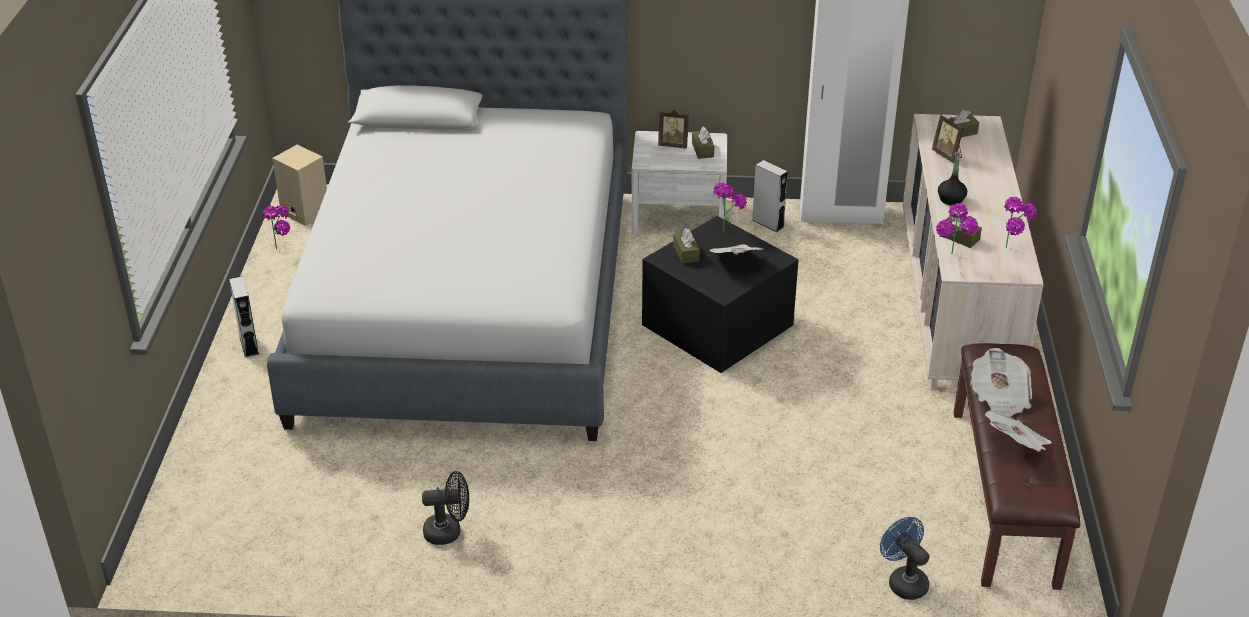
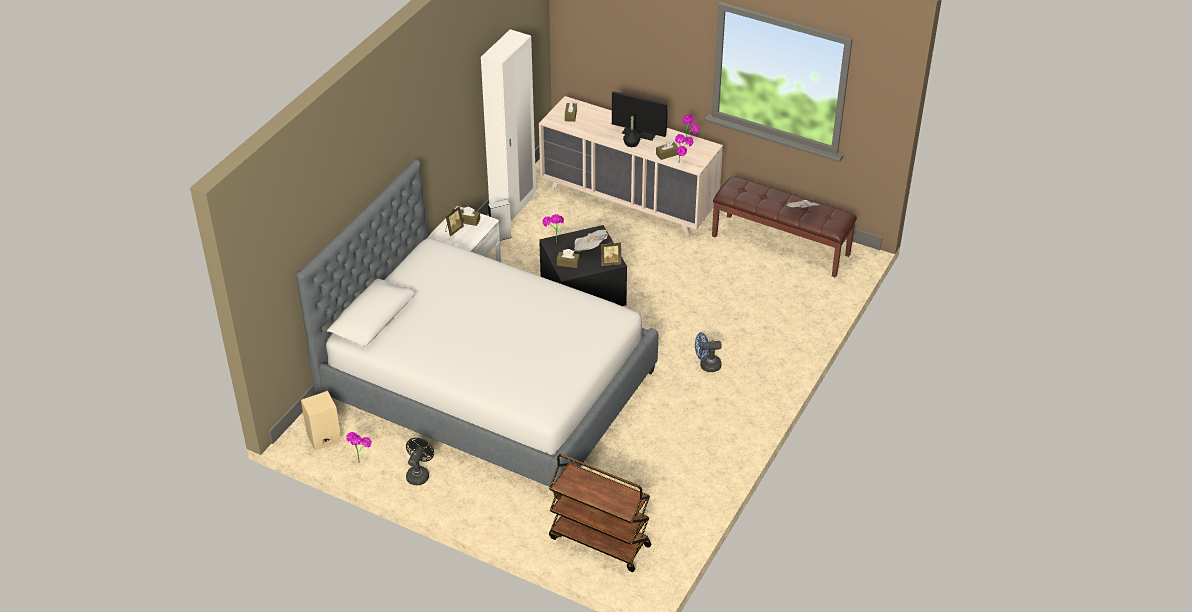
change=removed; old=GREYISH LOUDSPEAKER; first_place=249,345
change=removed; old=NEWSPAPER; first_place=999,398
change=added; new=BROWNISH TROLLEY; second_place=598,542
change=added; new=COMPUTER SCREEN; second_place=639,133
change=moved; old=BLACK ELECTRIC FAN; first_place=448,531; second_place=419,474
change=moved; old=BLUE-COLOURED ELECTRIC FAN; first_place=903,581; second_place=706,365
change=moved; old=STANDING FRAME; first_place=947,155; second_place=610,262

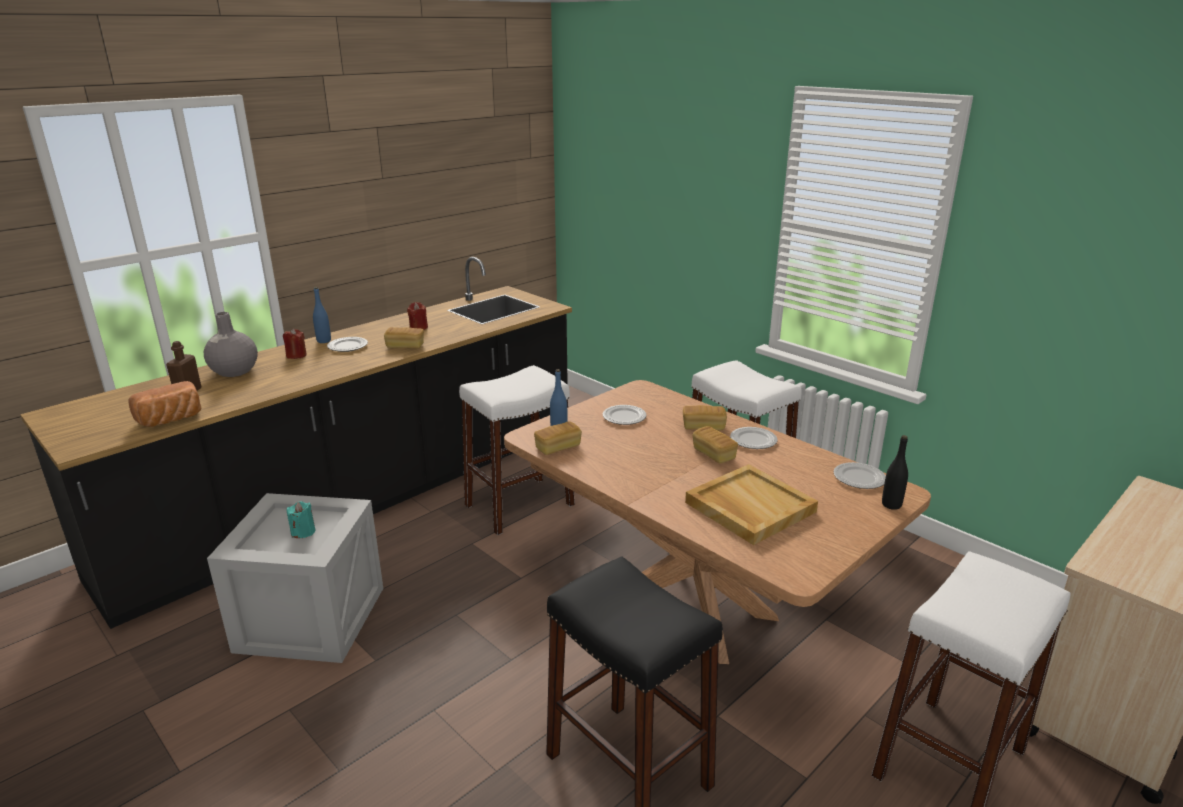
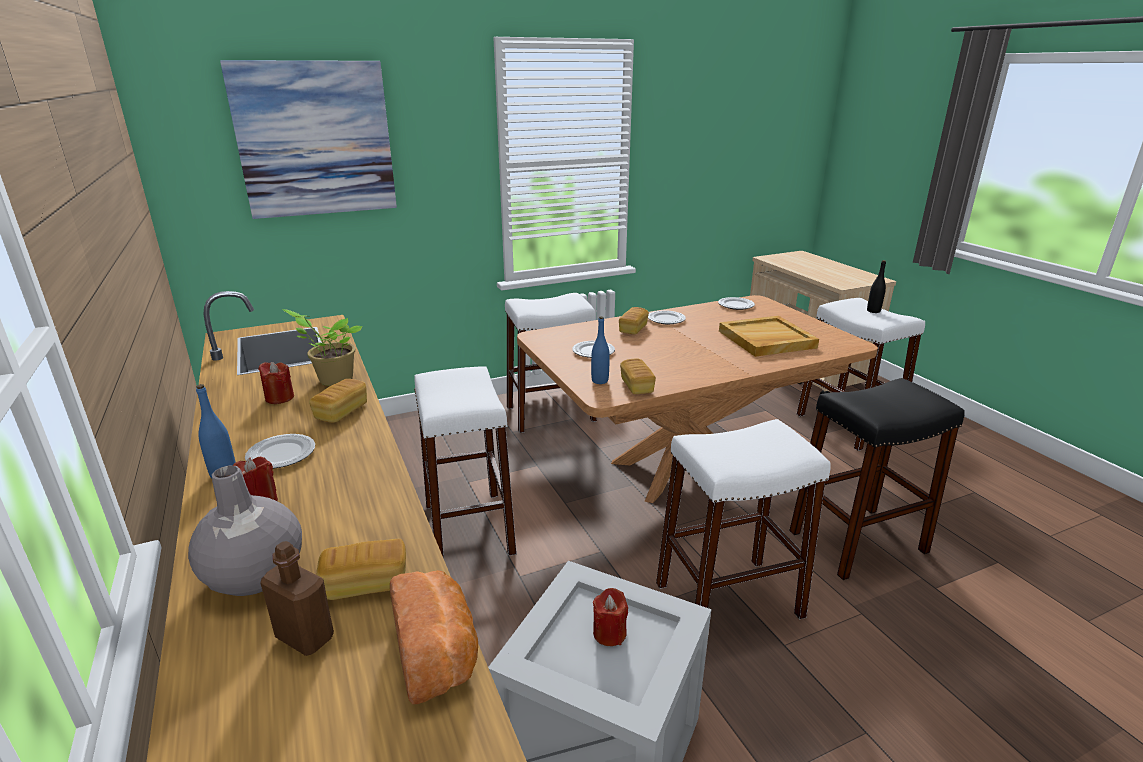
change=added; new=PICTURE; second_place=315,139
change=added; new=PLANT IN A POT; second_place=333,380
change=added; new=WHITE STOOL SEAT; second_place=728,600
change=moved; old=BAKED BREAD; first_place=714,454; second_place=366,584
change=moved; old=BLACK DRINK BOTTLE; first_place=891,505; second_place=873,311
change=recoloured; old=BLUE-GREEN CANDLE; new=RED CANDLE; first_place=303,532; second_place=609,633

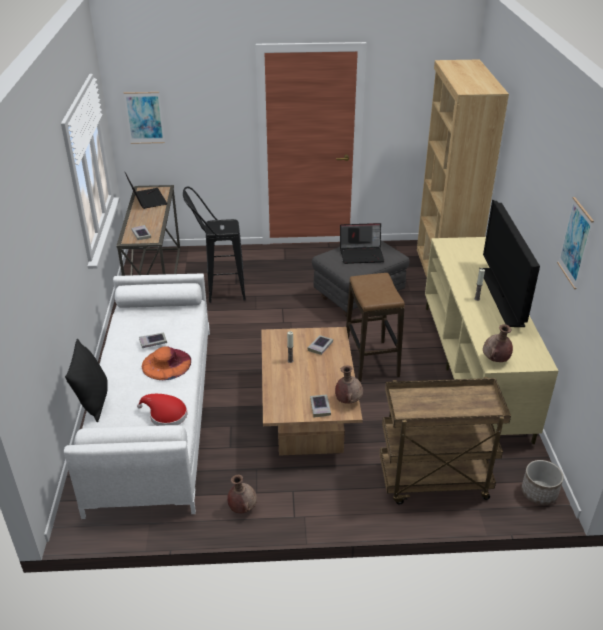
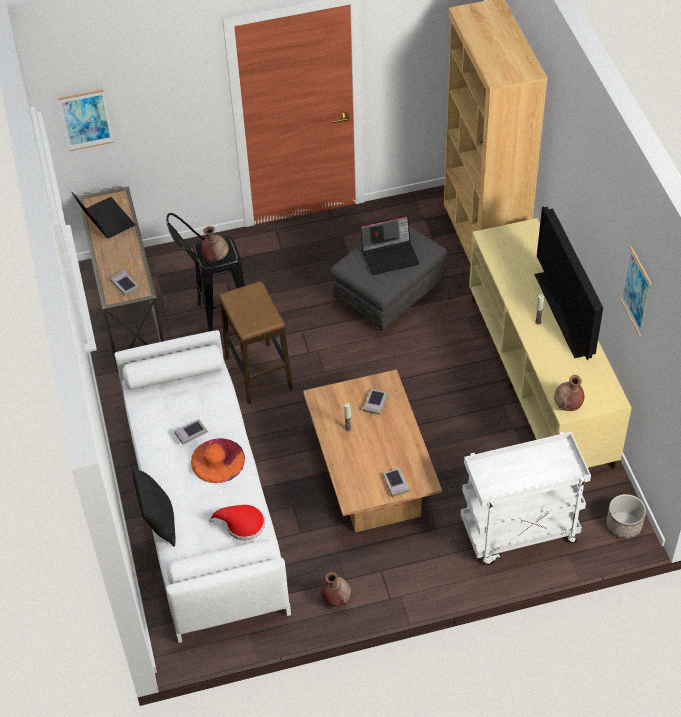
change=moved; old=BROWNISH DECORATIVE VASE; first_place=348,400; second_place=215,257
change=moved; old=STOOL SEAT; first_place=371,361; second_place=259,373
change=recoloured; old=BROWNISH TROLLEY; new=WHITE TROLLEY; first_place=433,482; second_place=519,533

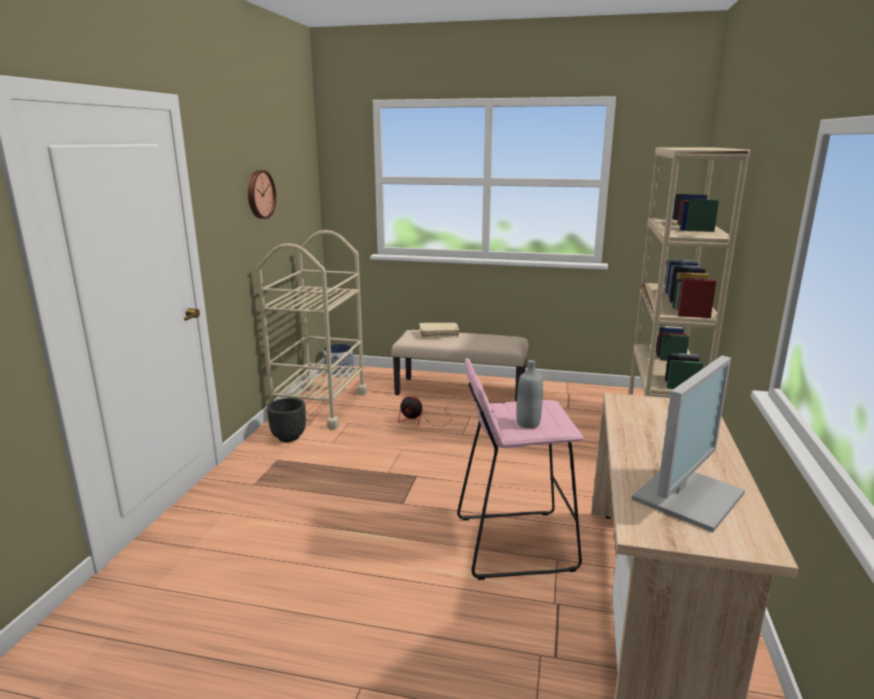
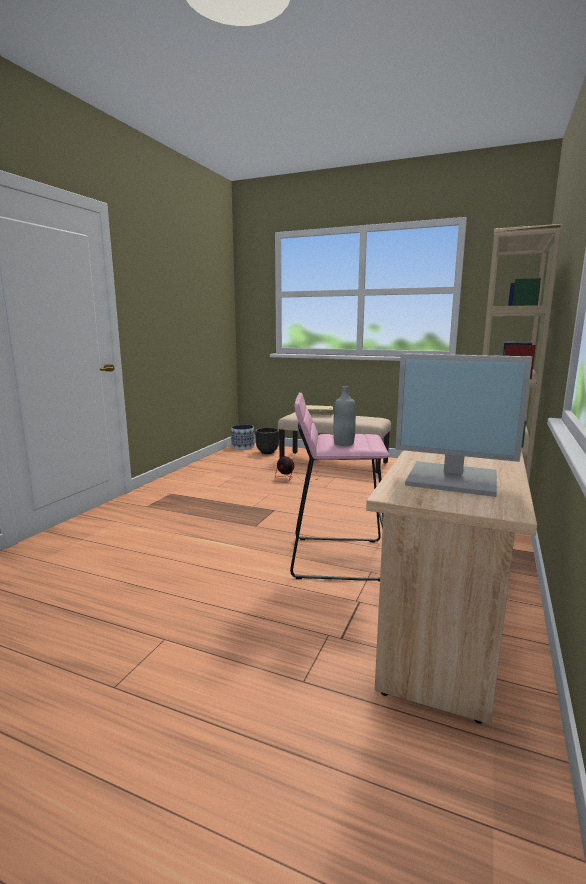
change=removed; old=CLOCK ON THE WALL; first_place=259,194
change=removed; old=BEIGE-COLOURED TROLLEY; first_place=320,406
change=moved; old=BLACK PLANTER; first_place=289,437; second_place=267,452
change=turned; old=COMPUTER SCREEN; first_place=687,495; second_place=454,479; degrees=60

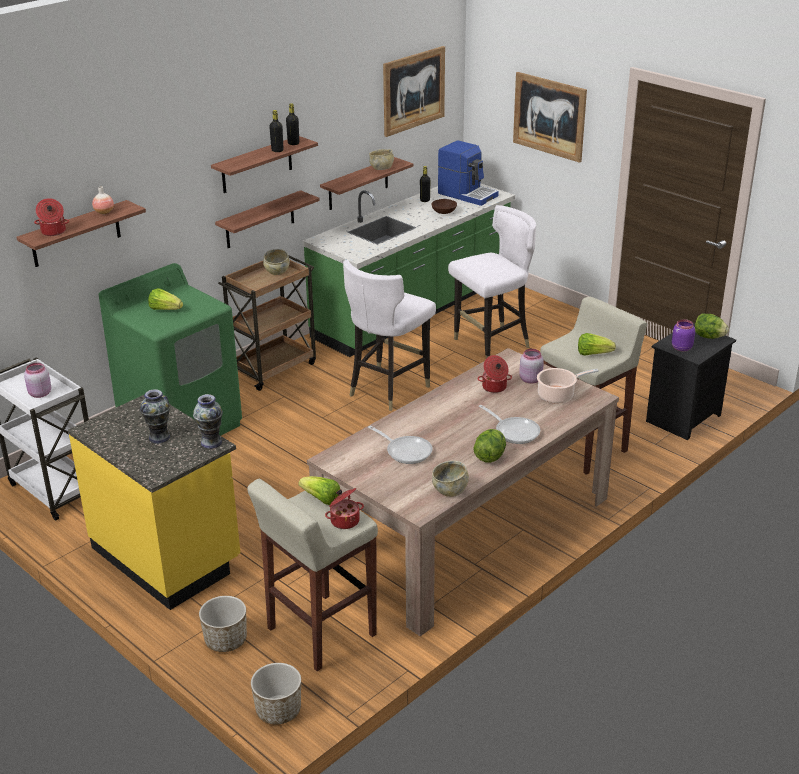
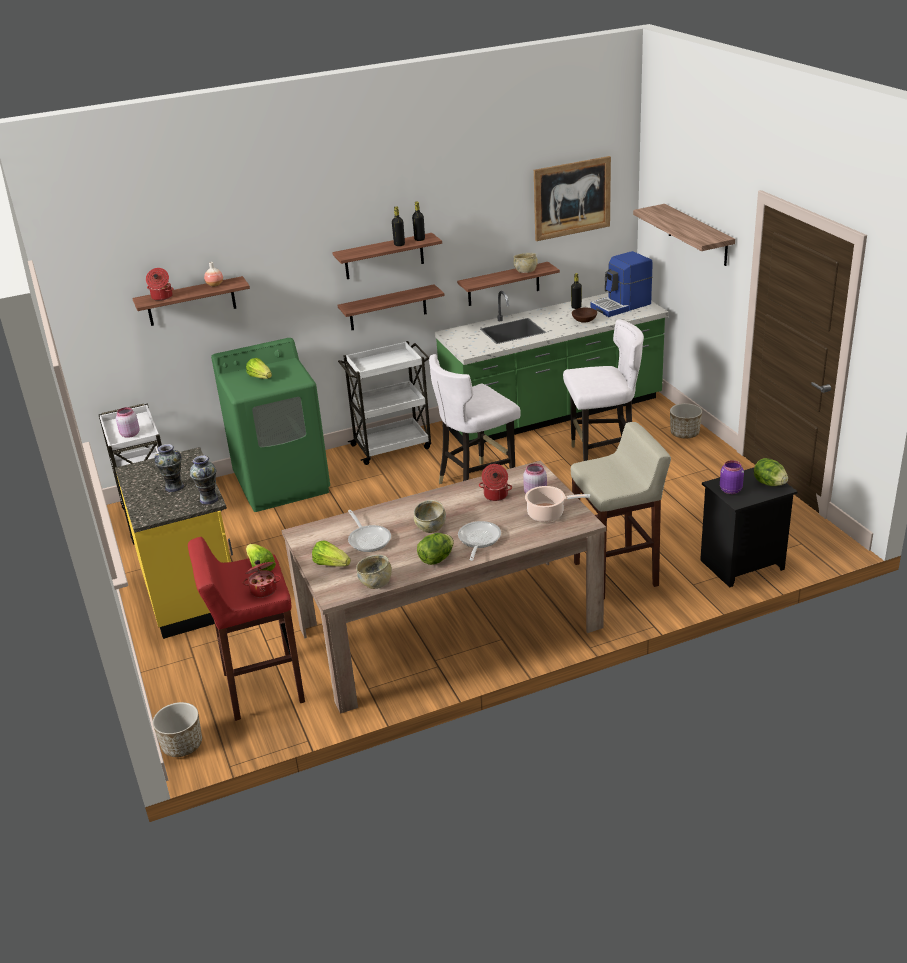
change=moved; old=PLANTER; first_place=225,640; second_place=684,433
change=moved; old=BEIGE-COLOURED DEEP DISH; first_place=277,271; second_place=430,527
change=moved; old=HEAD OF LETTUCE; first_place=593,354; second_place=331,564
change=replaced; old=PICTURE; new=BRACKET SHELF; first_place=549,116; second_place=697,235
change=recoloured; old=BROWNISH TROLLEY; new=WHITE TROLLEY; first_place=274,368; second_place=392,446
change=recoloured; old=BEIGE-COLOURED STOOL SEAT; new=RED STOOL SEAT; first_place=320,632; second_place=262,688
change=turned; old=COFFEE MAKER; first_place=467,194; second_place=622,306; degrees=90
change=turned; old=PAN; first_place=514,431; second_place=478,540; degrees=-150

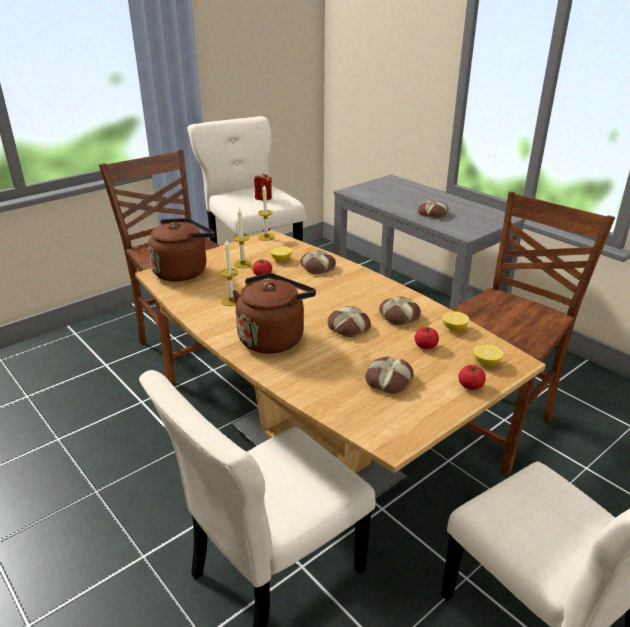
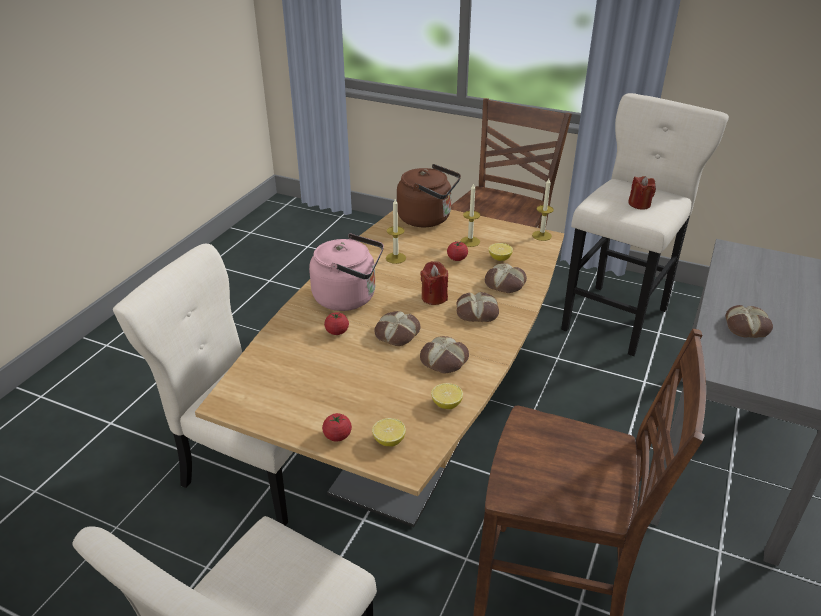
change=added; new=RED CANDLE; second_place=434,297
change=moved; old=BAKED BREAD; first_place=388,380; second_place=477,312
change=moved; old=FRESH TOMATO; first_place=425,346; second_place=337,331
change=recoloured; old=BROWNISH TEA KETTLE; new=PINK-COLOURED TEA KETTLE; first_place=273,338; second_place=349,297

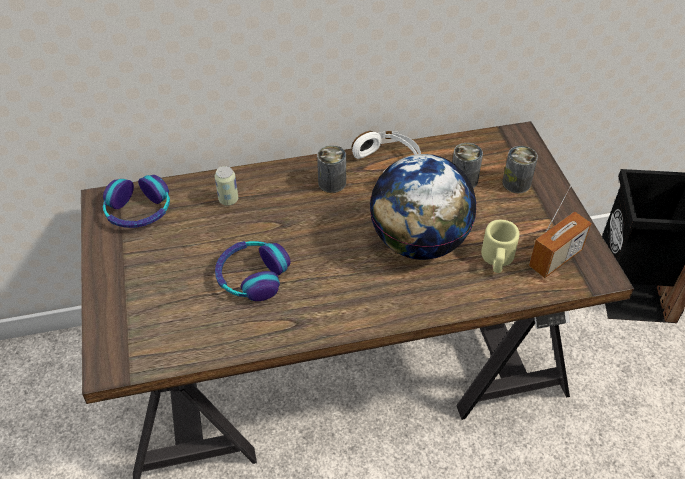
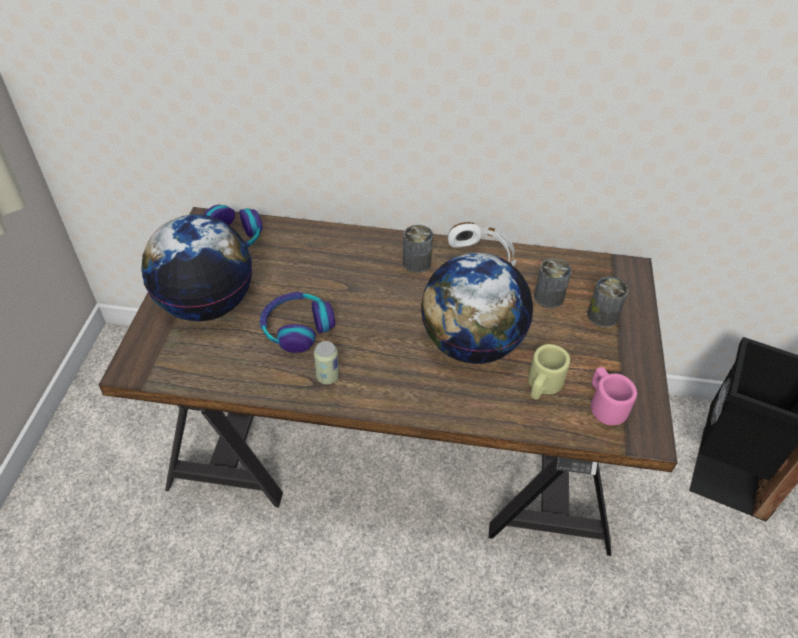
change=added; new=GLOBE; second_place=207,304
change=moved; old=METAL CAN; first_place=228,200; second_place=327,376
change=replaced; old=RADIO RECEIVER; new=PINK-COLOURED COFFEE MUG; first_place=555,258; second_place=605,404

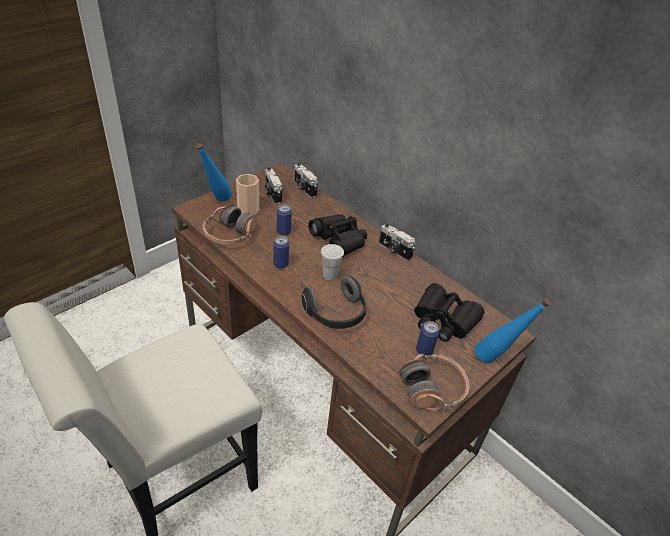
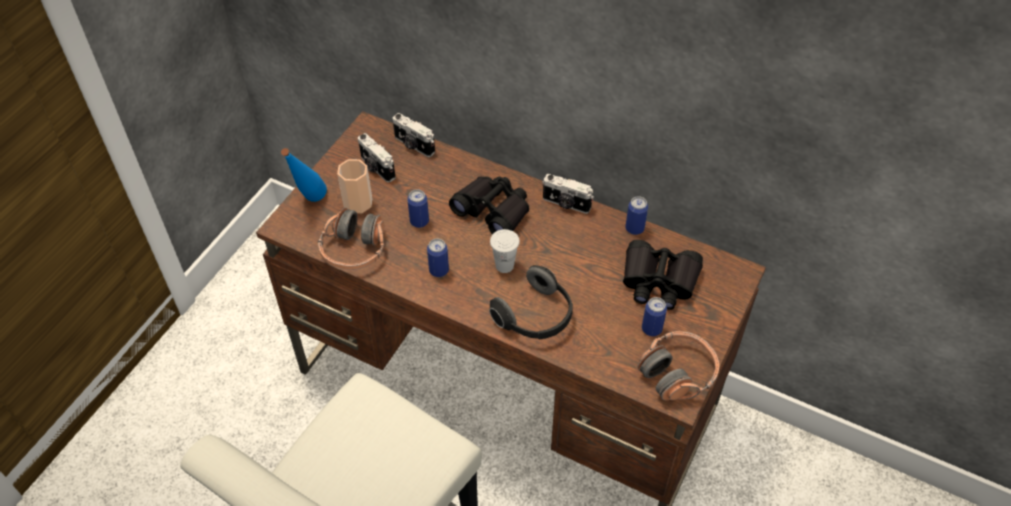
change=removed; old=BLUE-COLOURED DRINK BOTTLE; first_place=496,359
change=added; new=METAL CAN; second_place=634,228

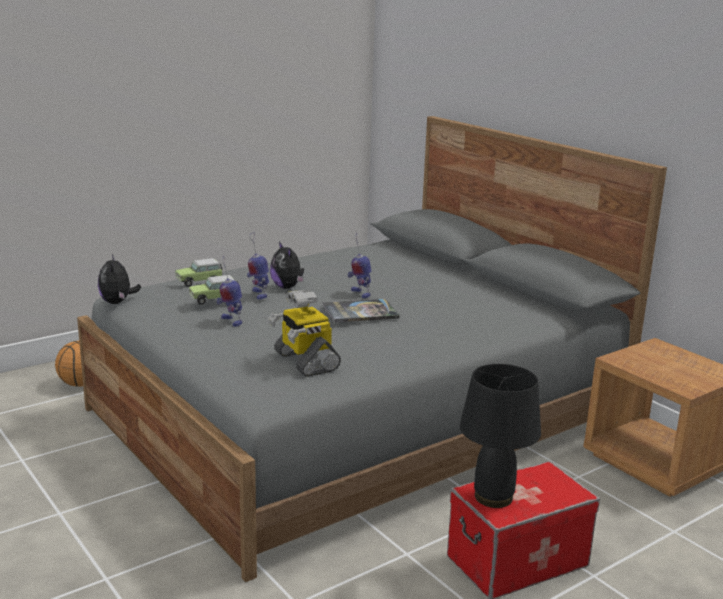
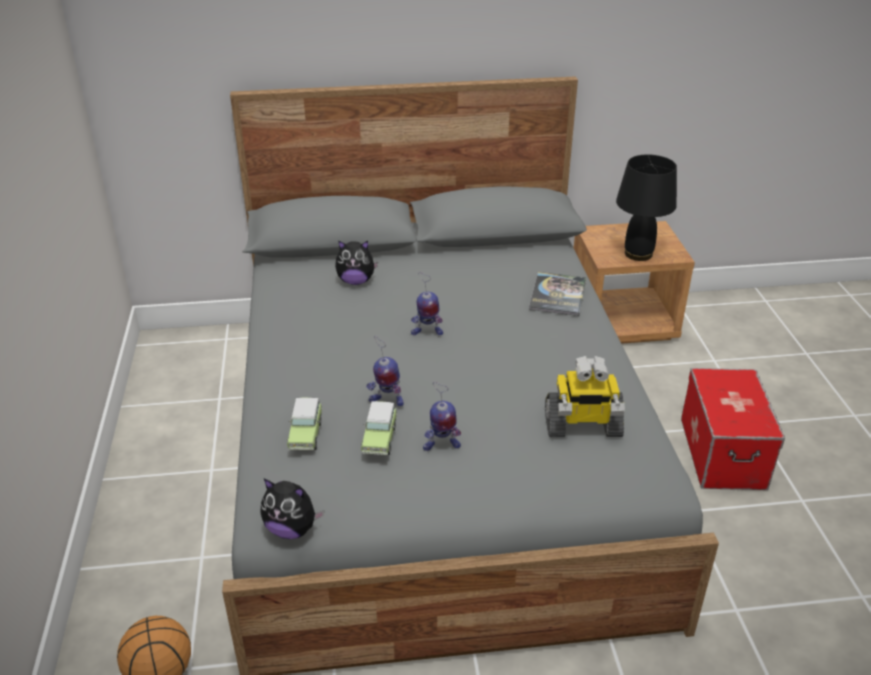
change=moved; old=PLUSH TOY; first_place=287,287; second_place=356,281
change=moved; old=VOLUME; first_place=360,312; second_place=557,295
change=moved; old=BLACK TABLETOP LAMP; first_place=494,497; second_place=638,253

